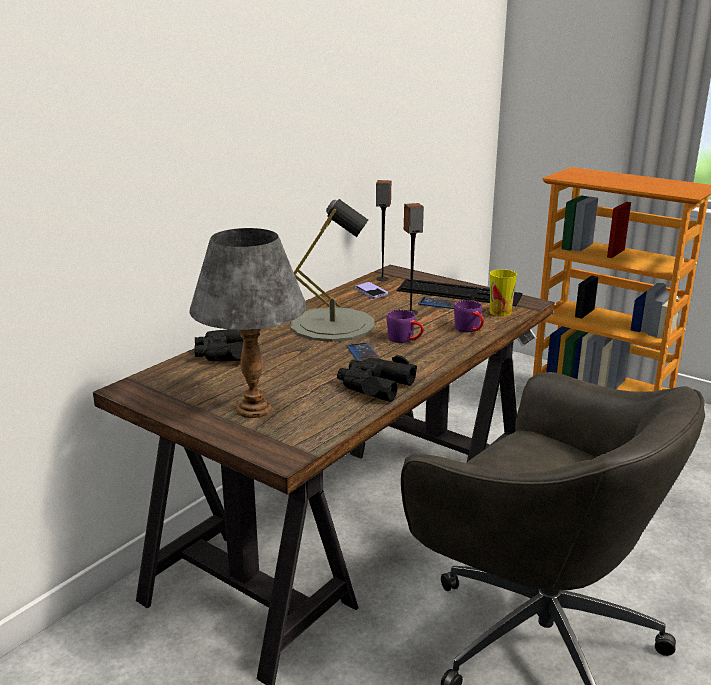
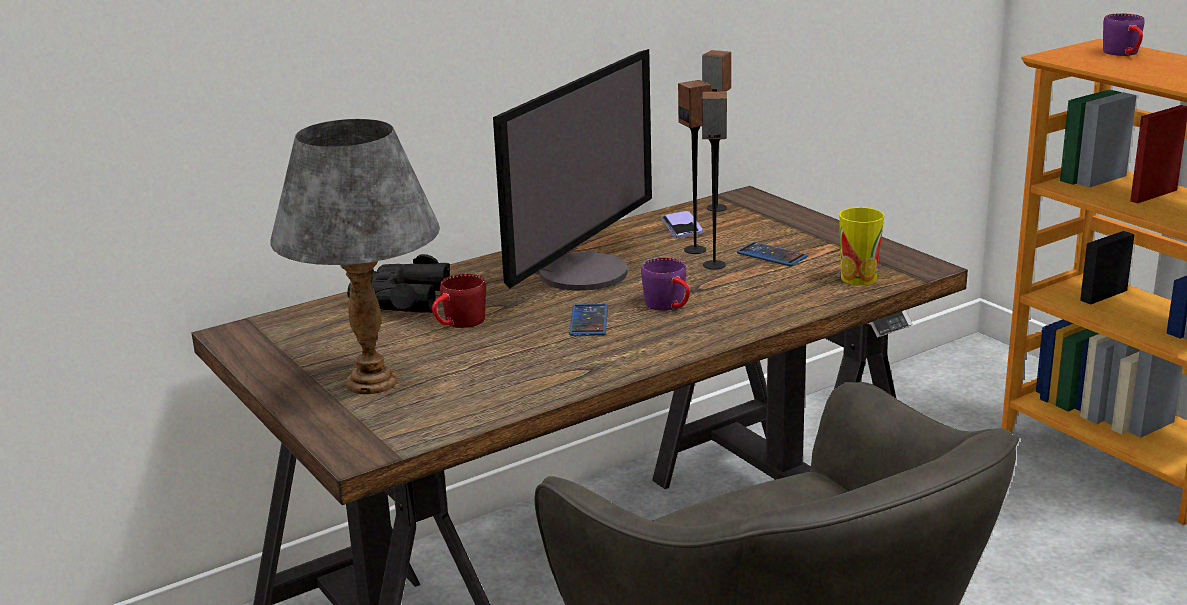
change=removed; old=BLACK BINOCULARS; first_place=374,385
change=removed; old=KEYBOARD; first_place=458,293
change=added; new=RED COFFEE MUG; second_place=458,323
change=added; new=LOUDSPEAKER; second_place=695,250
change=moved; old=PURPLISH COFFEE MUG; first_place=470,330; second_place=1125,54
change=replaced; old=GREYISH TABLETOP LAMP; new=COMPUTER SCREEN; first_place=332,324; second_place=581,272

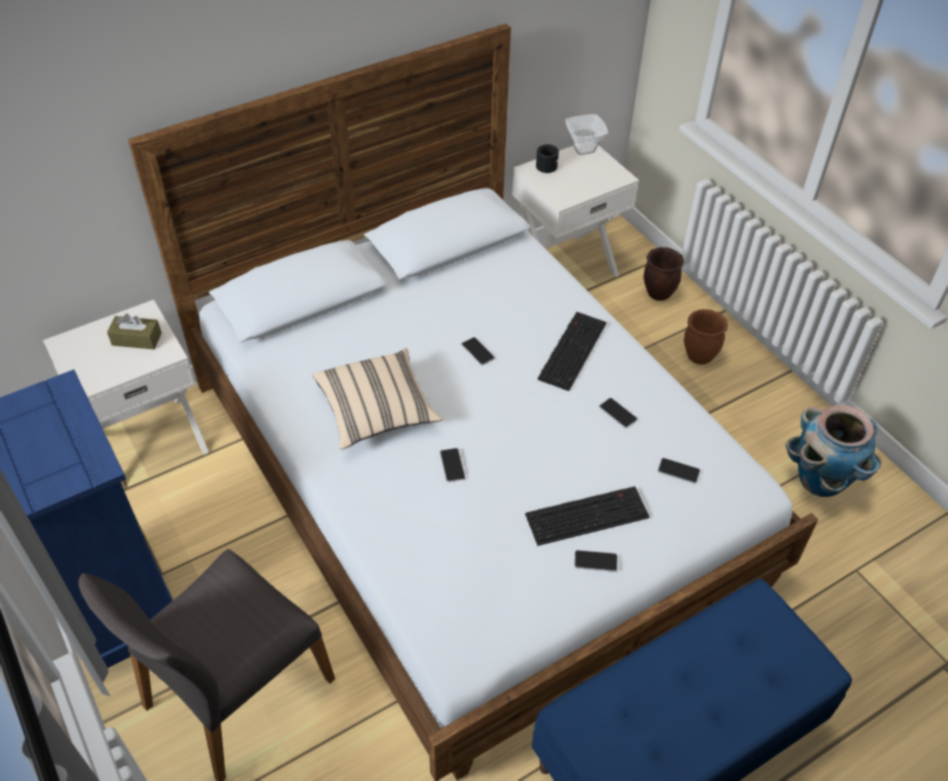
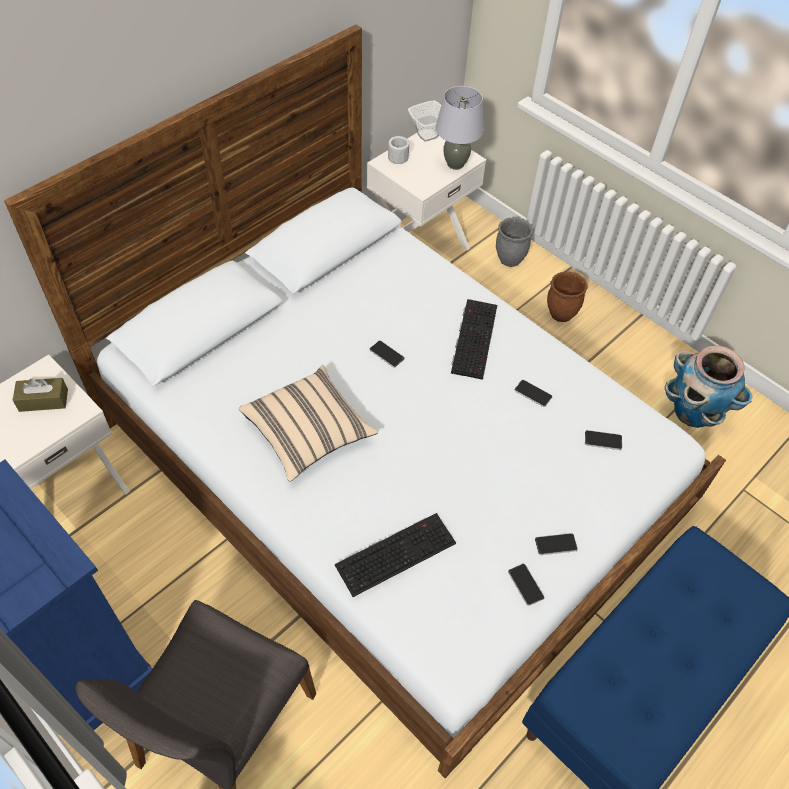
change=added; new=GREYISH TABLETOP LAMP; second_place=455,164
change=moved; old=PHONE; first_place=452,465; second_place=525,585
change=moved; old=KEYBOARD; first_place=587,514; second_place=396,552
change=recoloured; old=BLACK COFFEE MUG; new=WHITE COFFEE MUG; first_place=547,165; second_place=398,156
change=recoloured; old=BROWNISH PLANTER; new=GREYISH PLANTER; first_place=659,293; second_place=510,260

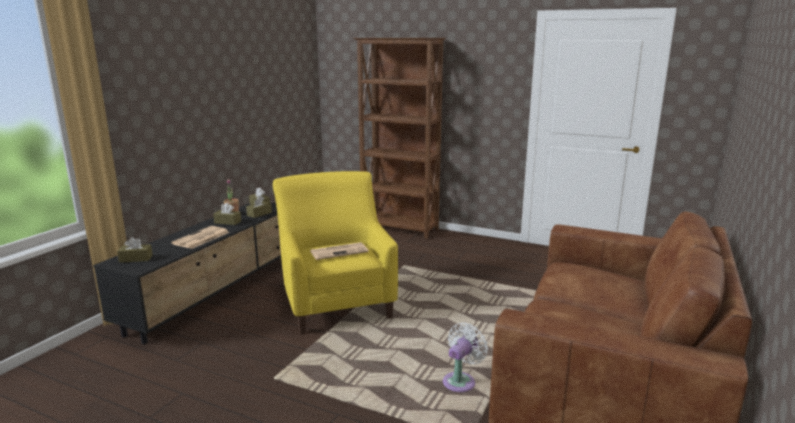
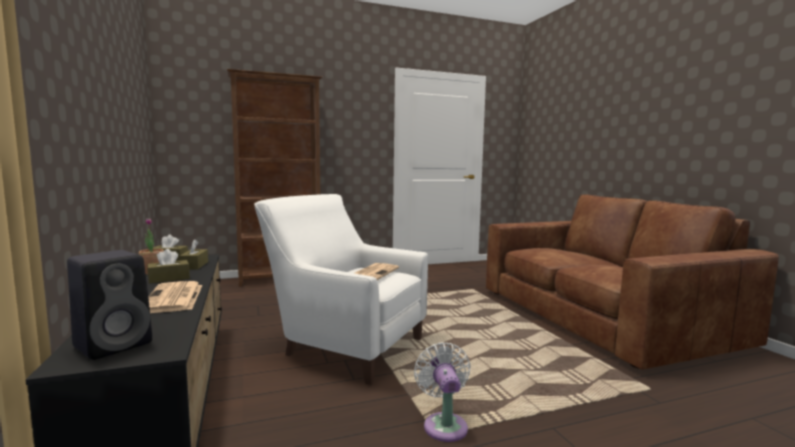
change=moved; old=WHITE ELECTRIC FAN; first_place=461,381; second_place=444,424
change=replaced; old=BROWNISH BOX OF TISSUES; new=BLACK LOUDSPEAKER; first_place=136,259; second_place=115,344
change=recoloured; old=YELLOWISH EASY CHAIR; new=WHITE EASY CHAIR; first_place=335,301; second_place=342,346

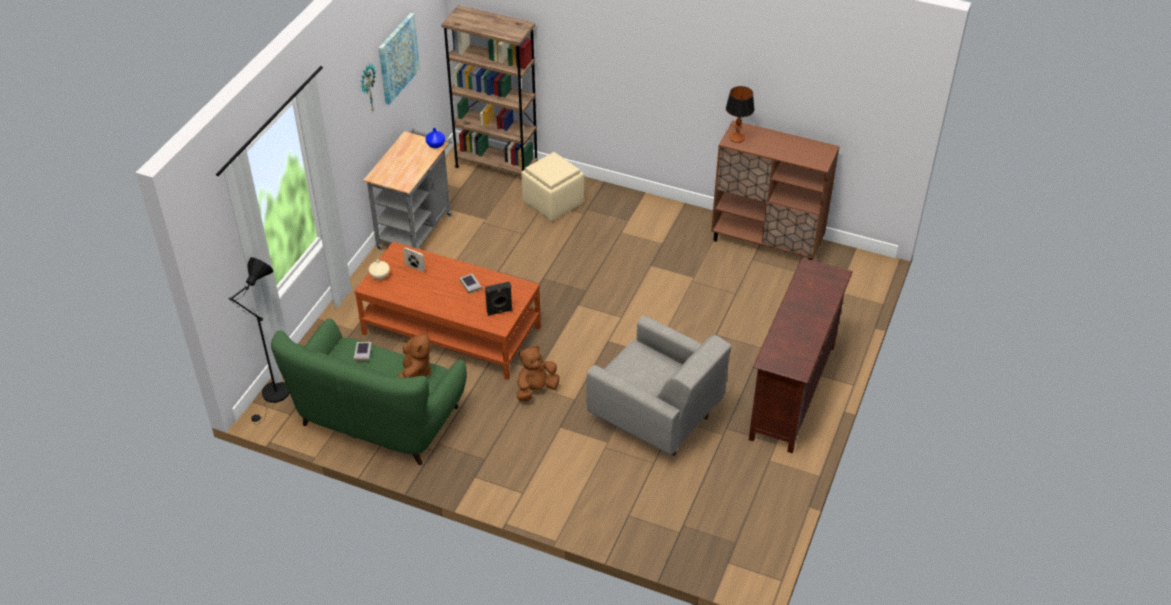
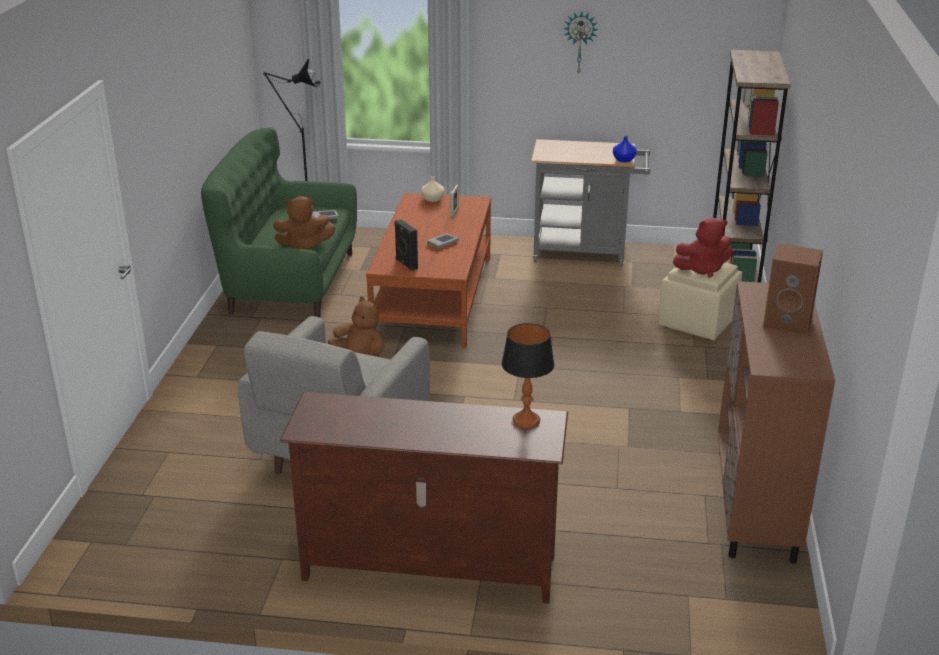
change=removed; old=PICTURE; first_place=397,58
change=added; new=RED PLUSH TOY; second_place=702,269
change=added; new=BROWNISH LOUDSPEAKER; second_place=789,322
change=moved; old=TABLETOP LAMP; first_place=737,138; second_place=526,421

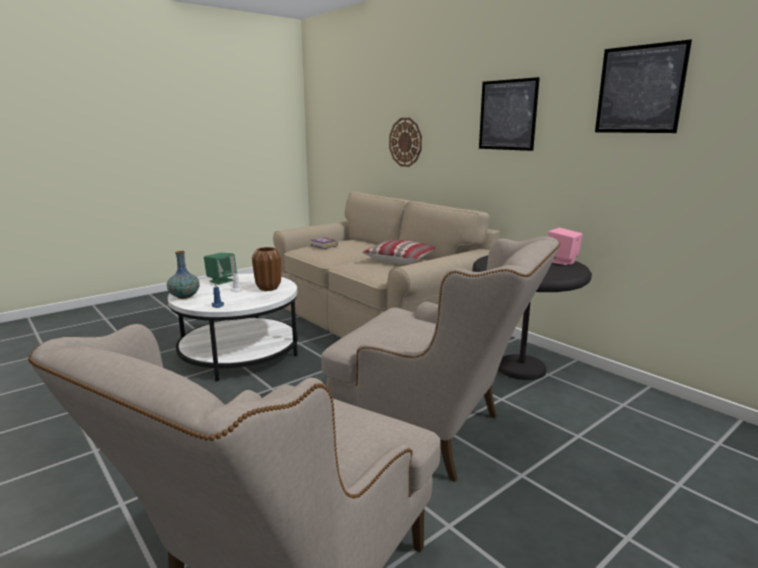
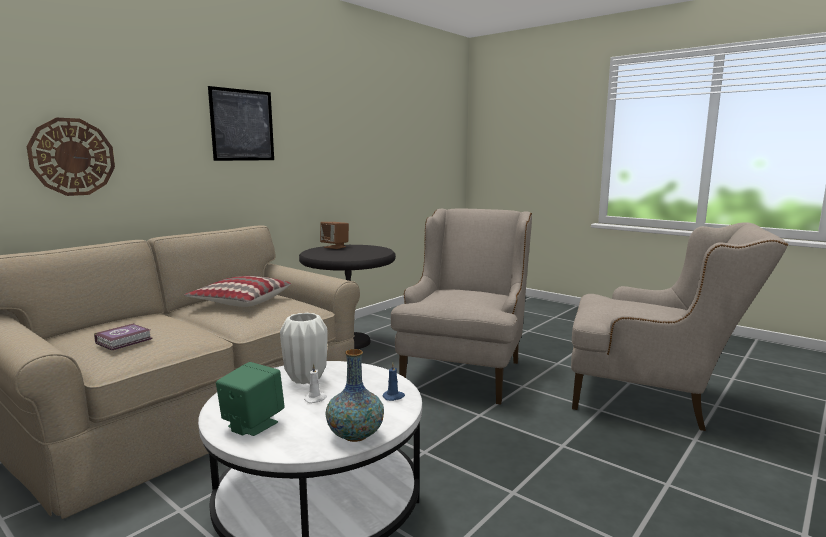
change=removed; old=PICTURE; first_place=640,89
change=recoloured; old=BROWNISH DECORATIVE VASE; new=WHITE DECORATIVE VASE; first_place=268,288; second_place=306,378
change=recoloured; old=PINK-COLOURED LOUDSPEAKER; new=BROWNISH LOUDSPEAKER; first_place=561,261; second_place=335,247

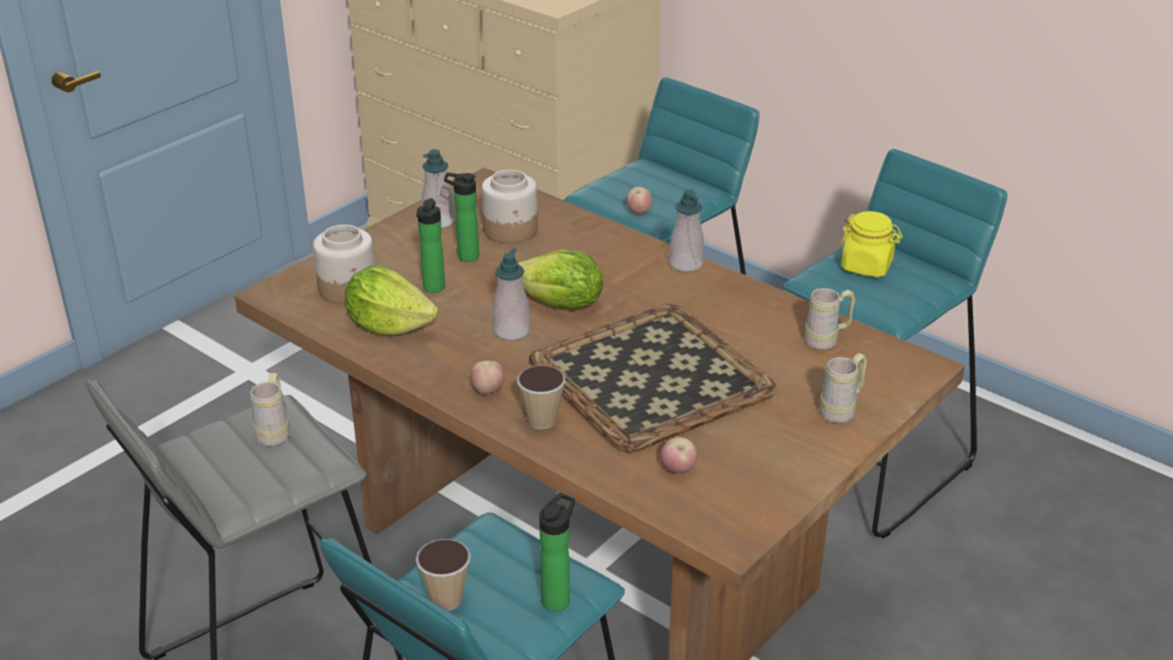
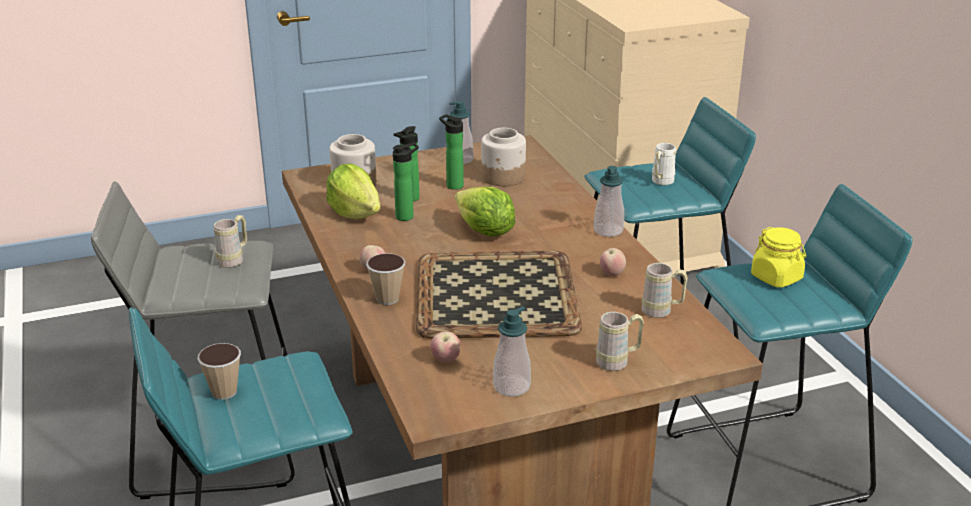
change=added; new=WHITE COFFEE MUG; second_place=660,182
change=moved; old=SOAP BOTTLE; first_place=511,331; second_place=511,387
change=moved; old=DRINK BOTTLE; first_place=558,598; second_place=407,216
change=moved; old=APPLE; first_place=639,212; second_place=612,274

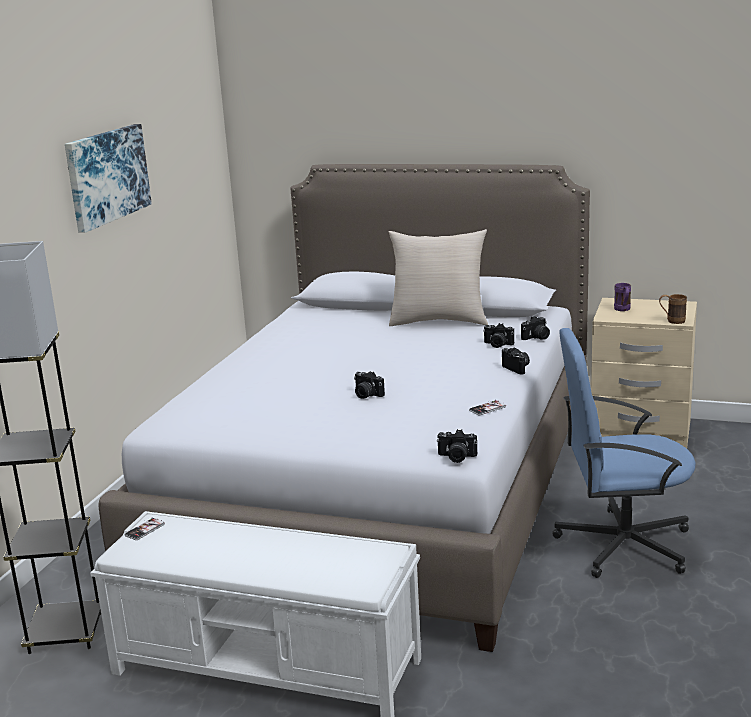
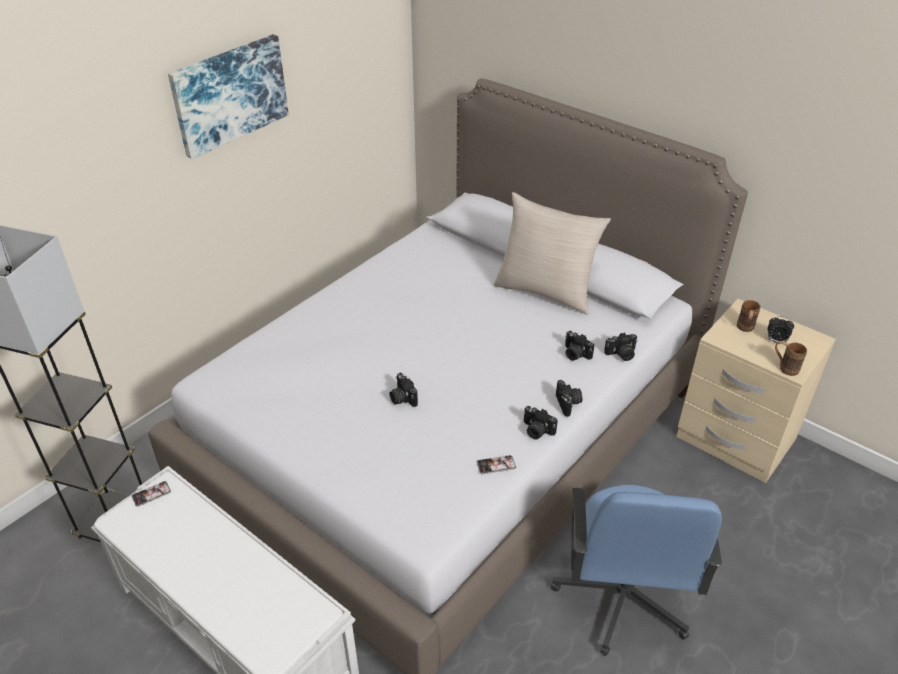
change=added; new=ALARM CLOCK; second_place=775,341
change=moved; old=STILL CAMERA; first_place=456,457; second_place=536,431
change=recoloured; old=PURPLISH COFFEE MUG; new=BROWNISH COFFEE MUG; first_place=623,310; second_place=744,329
change=turned; old=BLUE-COLOURED DESK CHAIR; first_place=621,544; second_place=621,597; degrees=-105

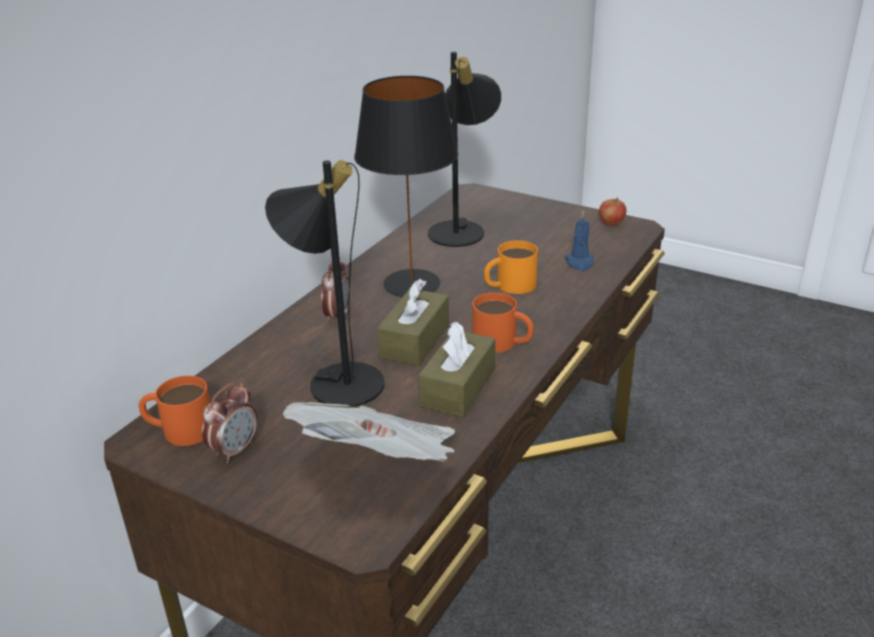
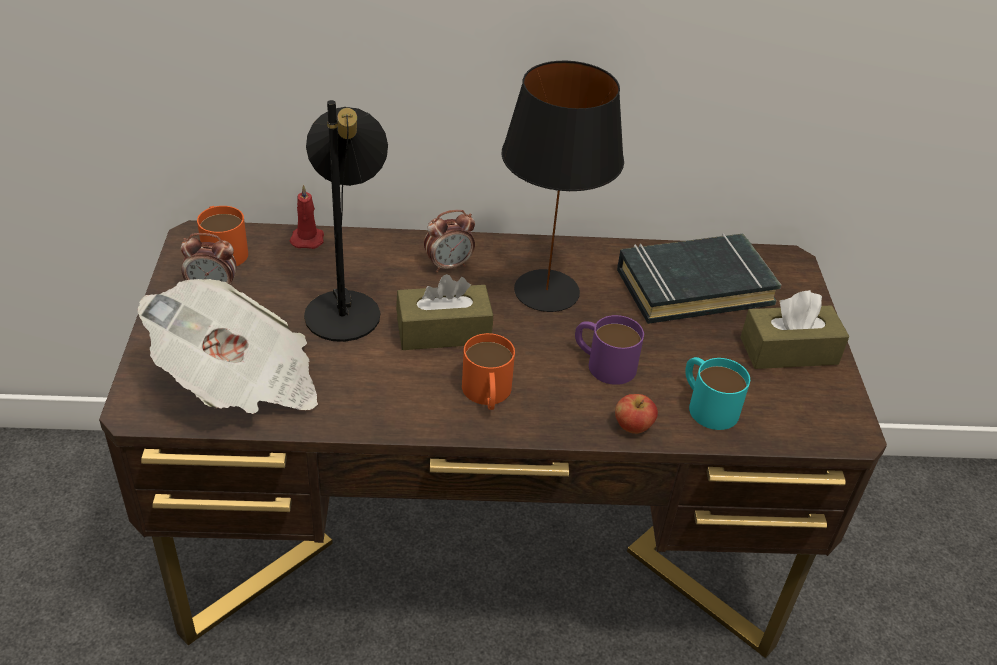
change=added; new=RED CANDLE; second_place=307,238
change=moved; old=BROWNISH BOX OF TISSUES; first_place=458,387; second_place=788,351
change=moved; old=APPLE; first_place=611,223; second_place=632,426
change=replaced; old=BLACK TABLETOP LAMP; new=BLACK VOLUME; first_place=462,229; second_place=694,286
change=replaced; old=BLUE-COLOURED CANDLE; new=BLUE-GREEN COFFEE MUG; first_place=579,262; second_place=706,404
change=recoloured; old=ORANGE COFFEE MUG; new=PURPLISH COFFEE MUG; first_place=509,286; second_place=603,363

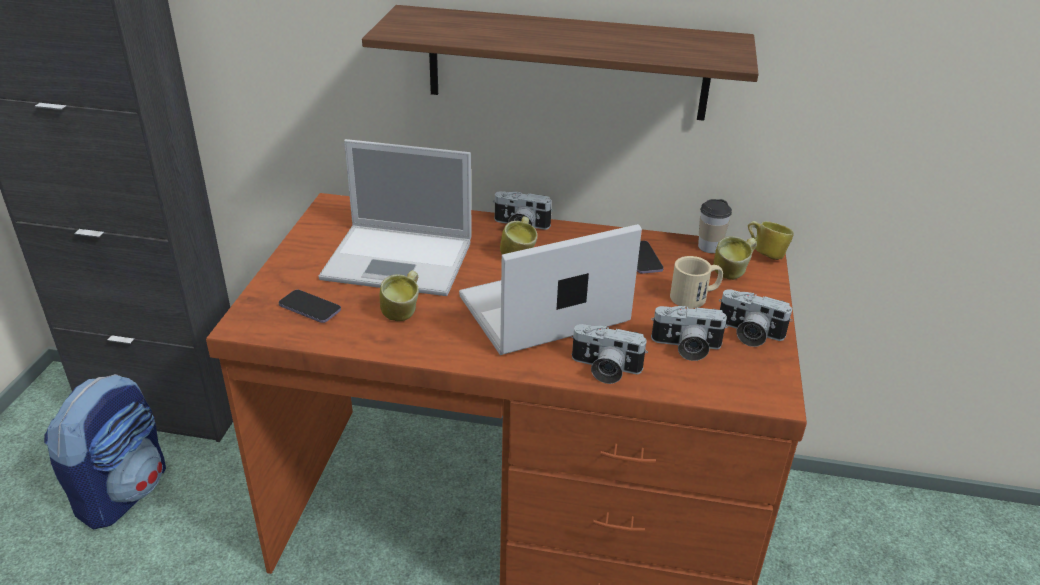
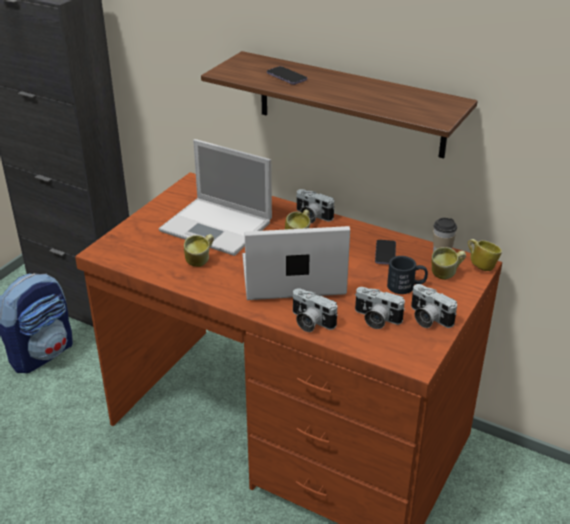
change=moved; old=PHONE; first_place=310,308; second_place=286,77
change=recoloured; old=BEIGE-COLOURED COFFEE MUG; new=BLACK COFFEE MUG; first_place=695,296; second_place=406,286

